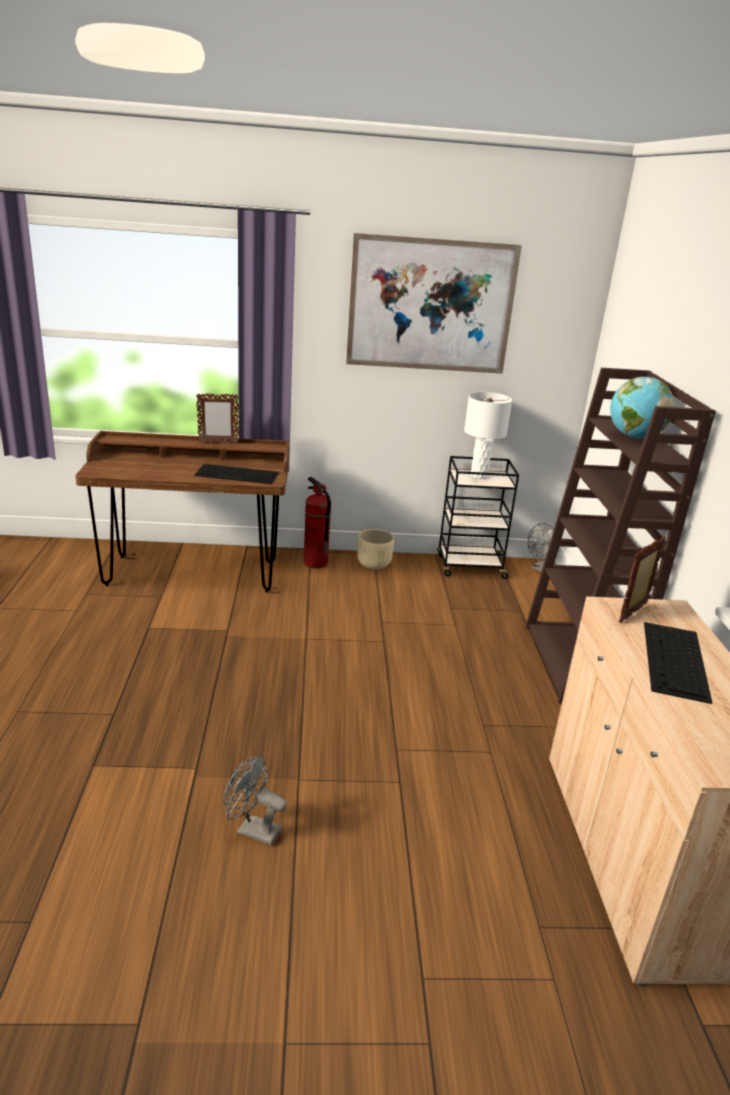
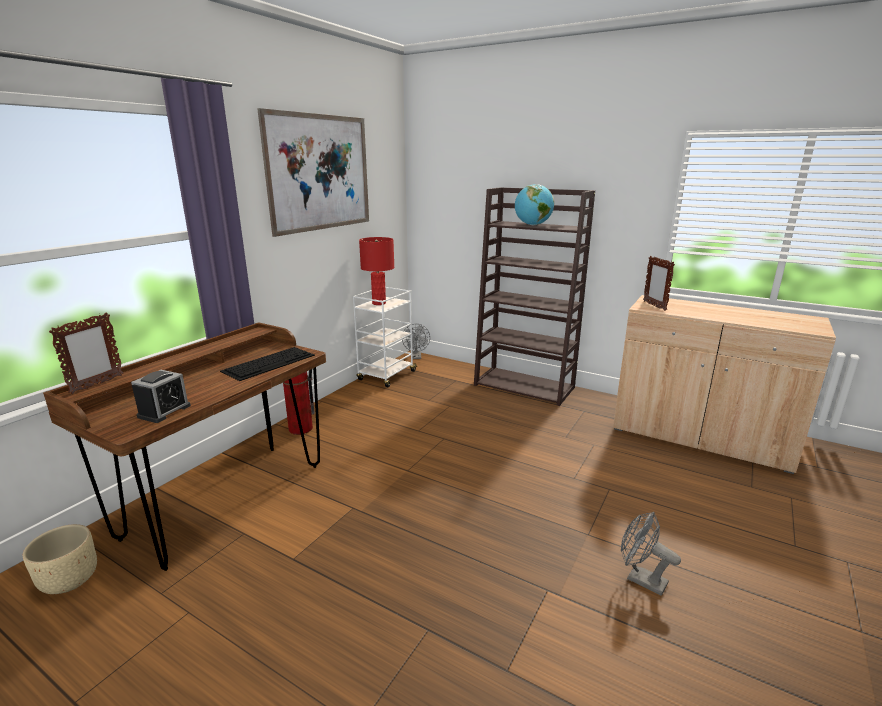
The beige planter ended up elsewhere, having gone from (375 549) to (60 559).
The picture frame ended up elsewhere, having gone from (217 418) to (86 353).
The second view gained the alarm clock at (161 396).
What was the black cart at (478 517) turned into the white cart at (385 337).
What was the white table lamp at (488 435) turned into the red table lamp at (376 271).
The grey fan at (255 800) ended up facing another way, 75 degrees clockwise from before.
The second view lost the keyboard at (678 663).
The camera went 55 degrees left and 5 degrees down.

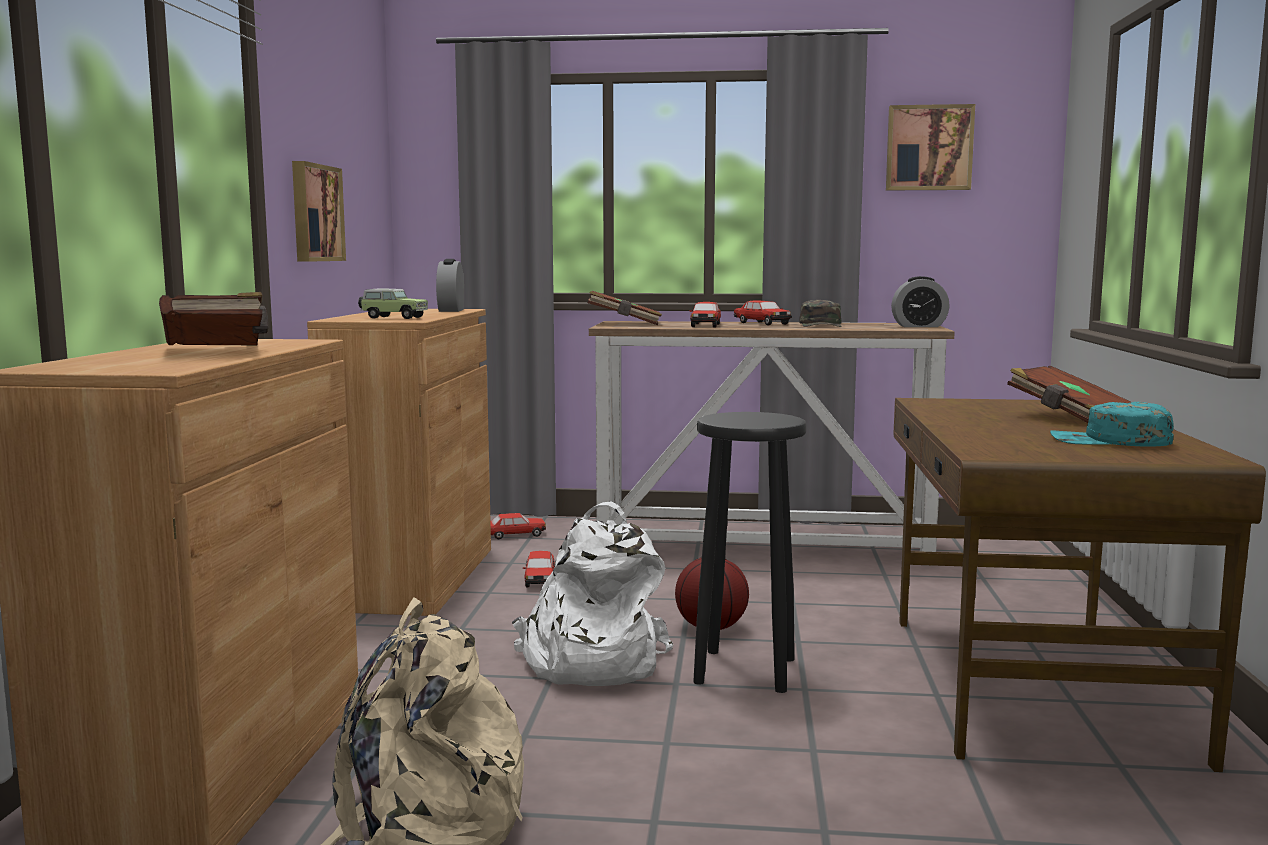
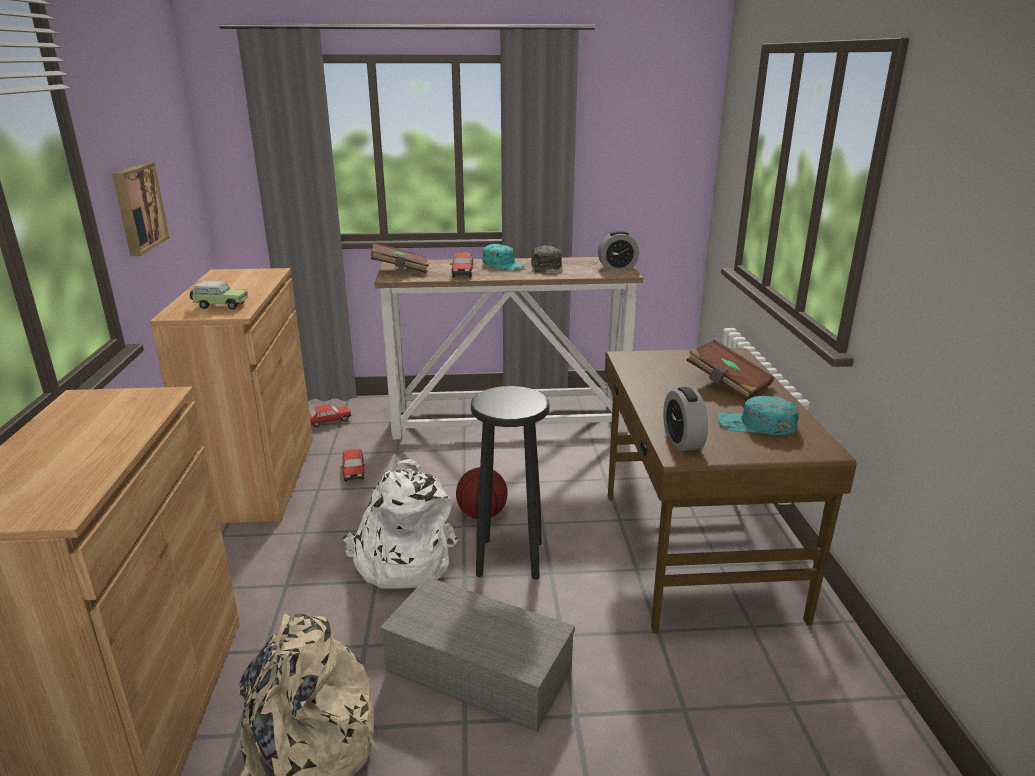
The second view gained the grey storage box at (477 654).
Where the toy car stood at (763 313), the turquoise cap came to stand at (503 257).
The alarm clock ended up elsewhere, having gone from (450 285) to (685 419).
The second view lost the brown book at (213 318).
The second view lost the picture at (930 147).
The camera went 10 degrees left and 15 degrees up.

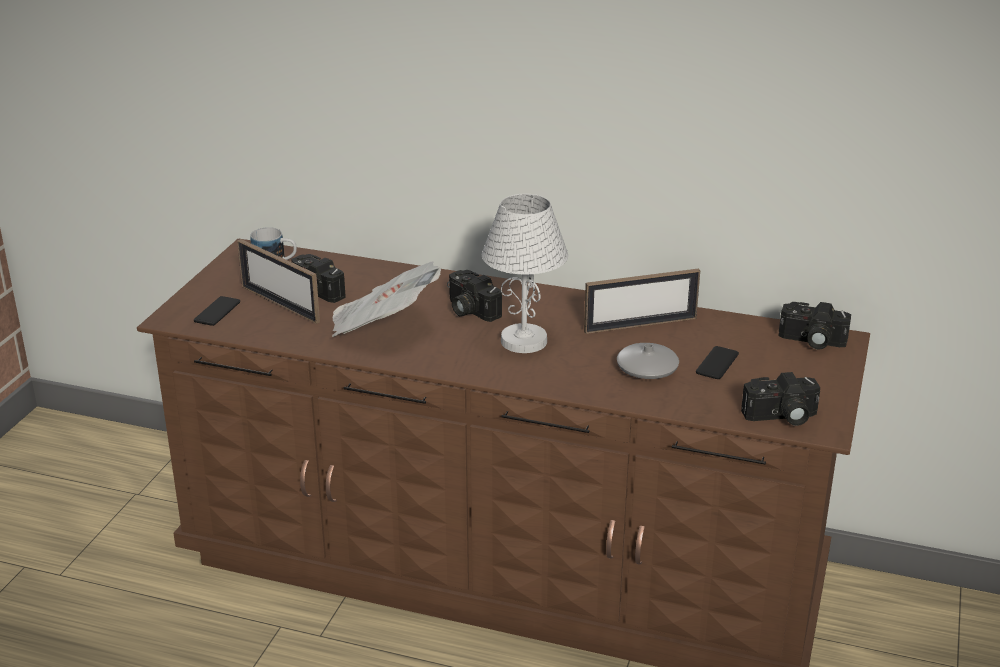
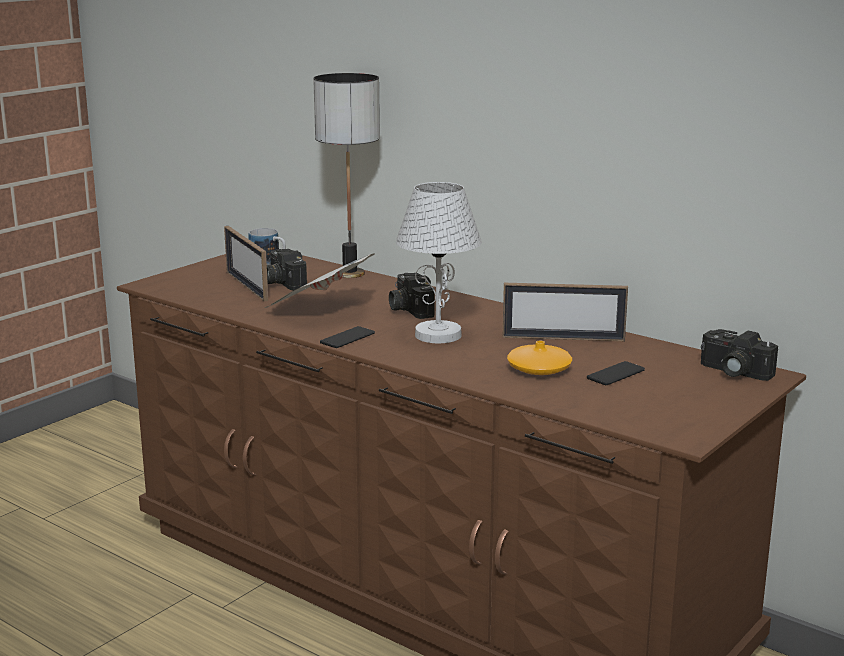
The second view gained the table lamp at (346 175).
The phone ended up elsewhere, having gone from (217 311) to (347 337).
What was the grey vase at (648 361) turned into the orange vase at (539 358).
The second view lost the photo camera at (780 399).
The camera went 20 degrees right and 10 degrees down.

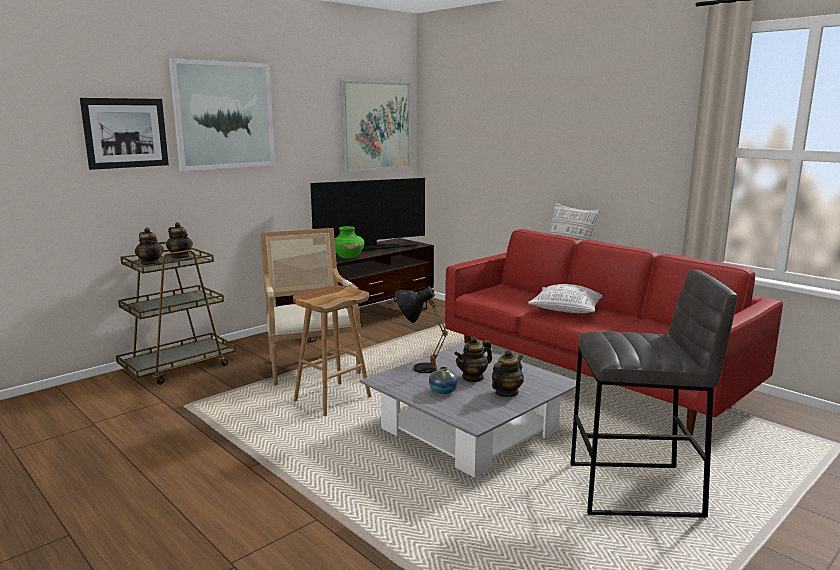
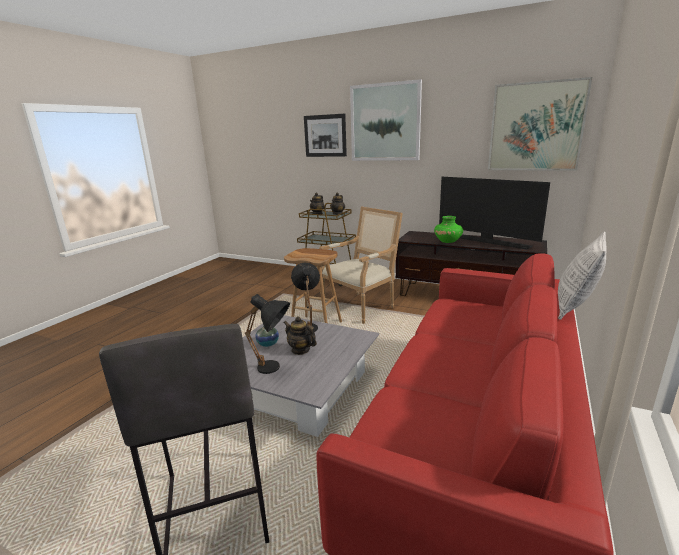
Where the teapot stood at (508 373), the black table lamp came to stand at (267 334).
The second view lost the pillow at (565 298).
The camera went 70 degrees right and 5 degrees up.

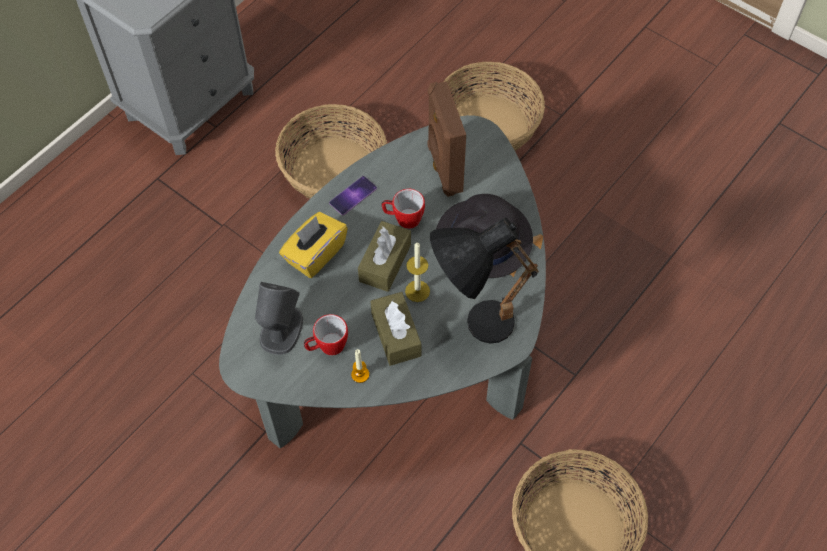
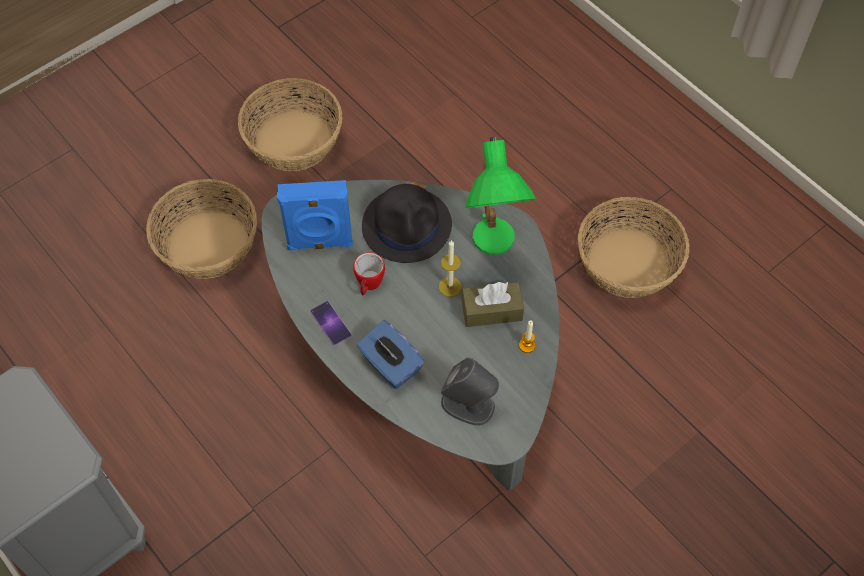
The basket ended up elsewhere, having gone from (331 151) to (290 124).
What was the brown speaker at (446 139) turned into the blue speaker at (315 215).
What was the yellow tissue box at (313 245) turned into the blue tissue box at (390 354).
What was the black table lamp at (484 280) turned into the green table lamp at (500 196).
The second view lost the mug at (326 334).
The second view lost the brown tissue box at (384 256).
The camera went 80 degrees left and 0 degrees up.

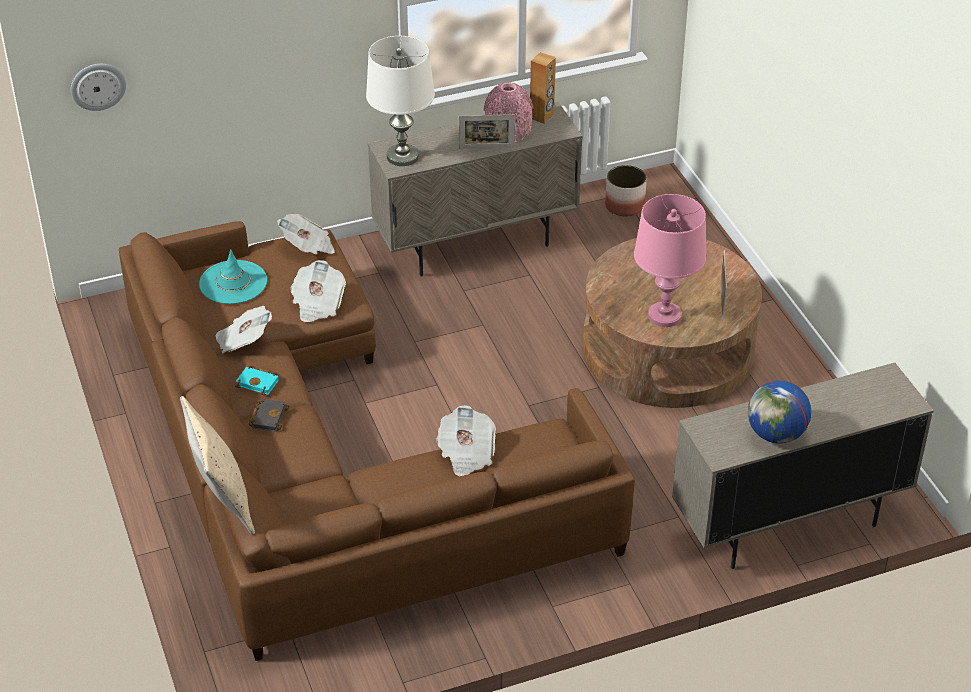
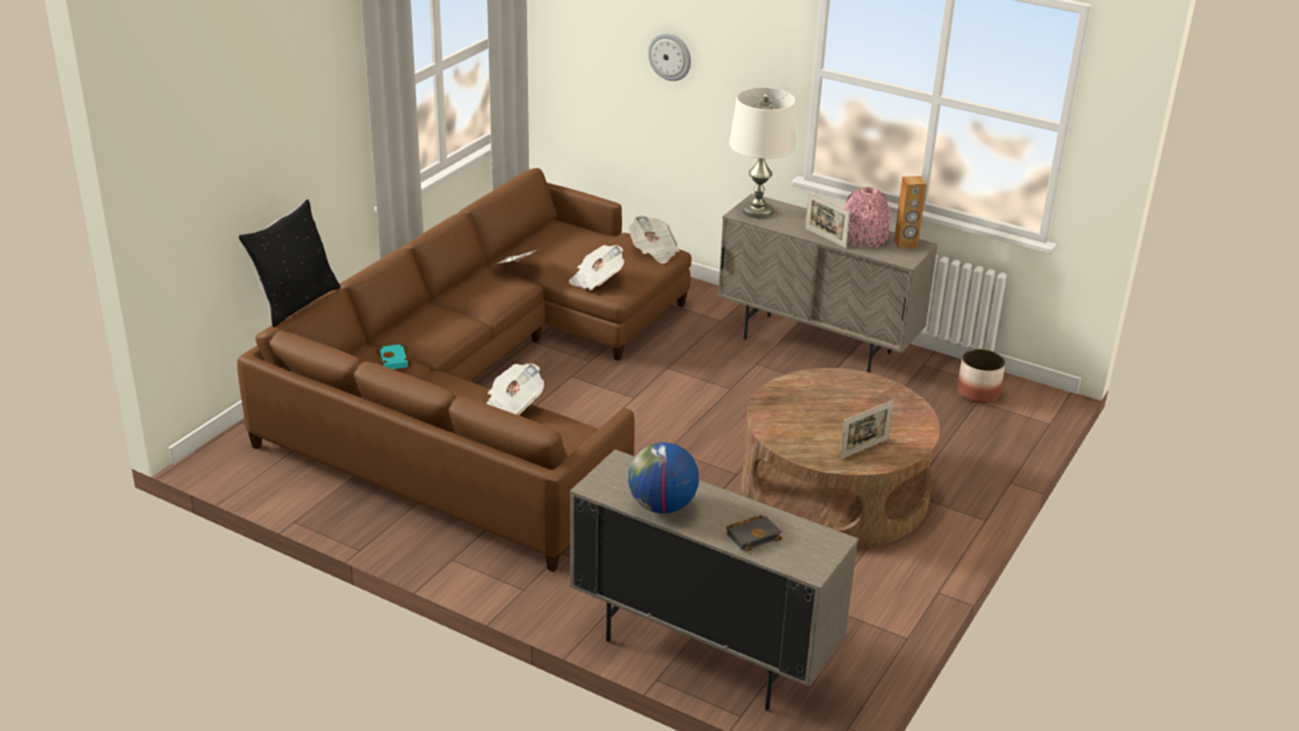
What was the beige pillow at (217 465) turned into the black pillow at (289 263).
The turquoise book ended up elsewhere, having gone from (257 381) to (394 356).
The wall clock ended up elsewhere, having gone from (98 87) to (669 57).
The black book ended up elsewhere, having gone from (269 415) to (754 533).
The second view lost the turquoise hat at (233 276).
The second view lost the pink table lamp at (670 260).
The camera went 50 degrees right and 10 degrees down.

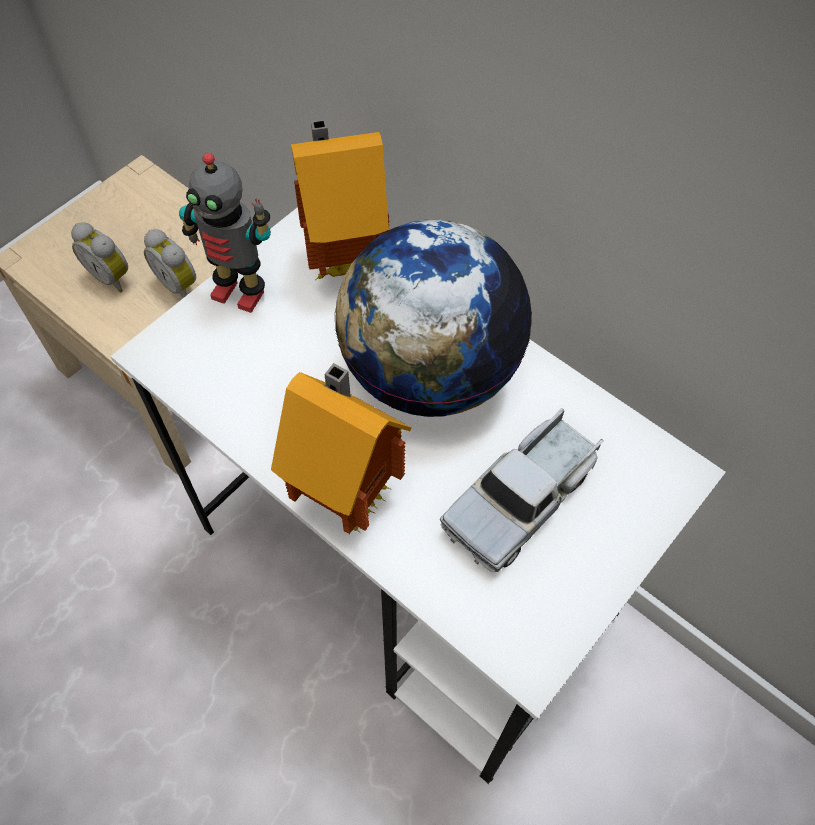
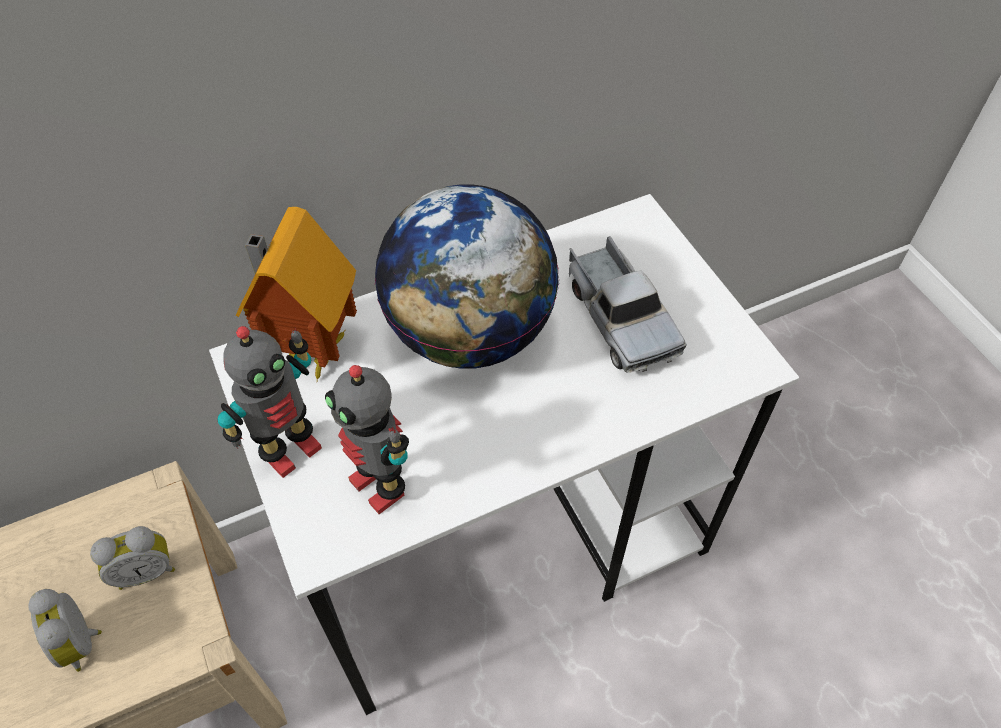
The alarm clock at (99 257) ended up facing another way, 90 degrees clockwise from before.
The second view gained the toy robot at (367 439).
The second view lost the toy house at (341 448).
The camera went 65 degrees left and 5 degrees down.

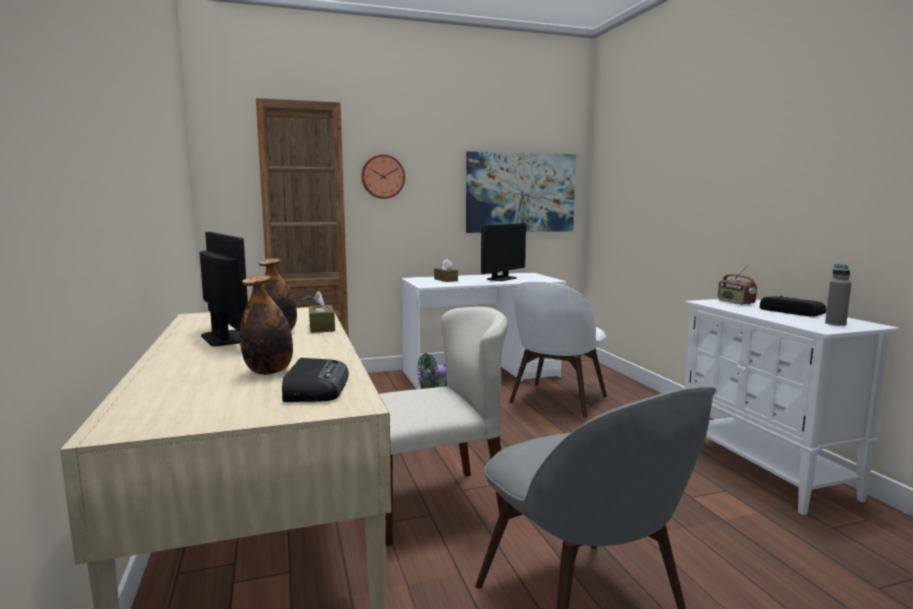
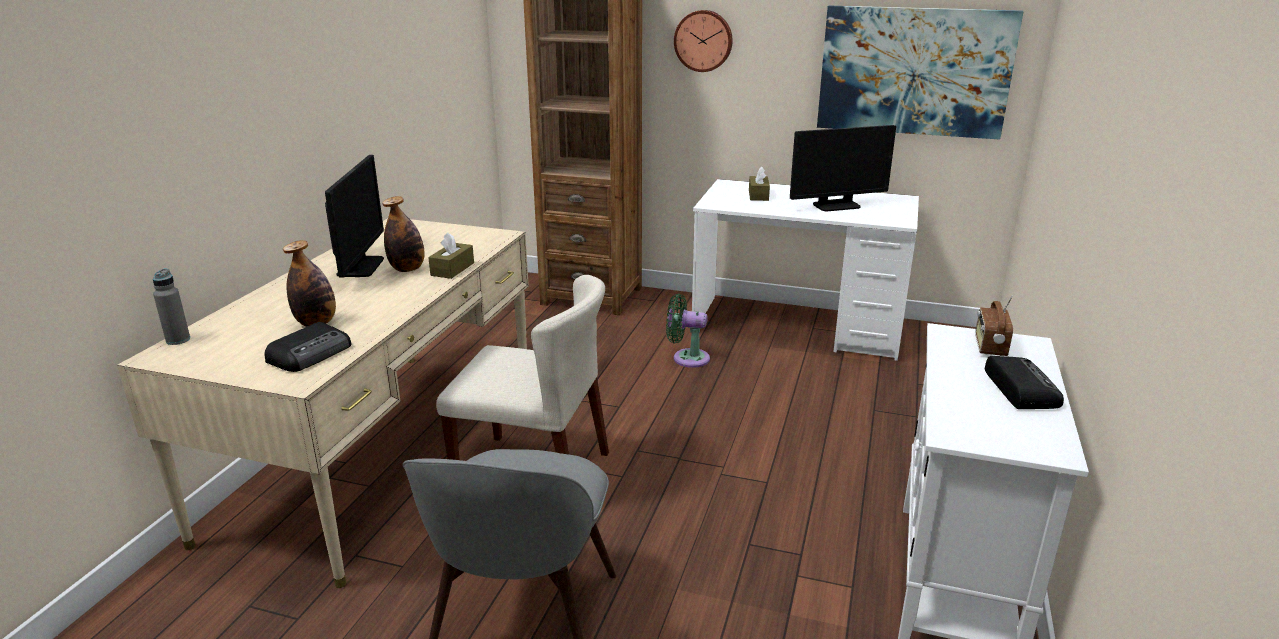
The grey bottle ended up elsewhere, having gone from (838 295) to (171 306).
The second view lost the white chair at (558 349).
The camera went 35 degrees right and 15 degrees up.

